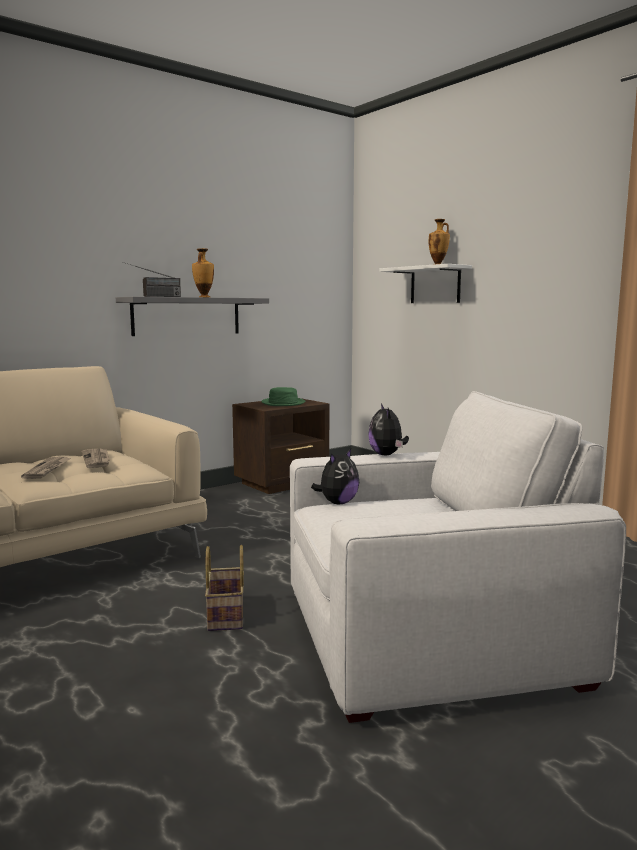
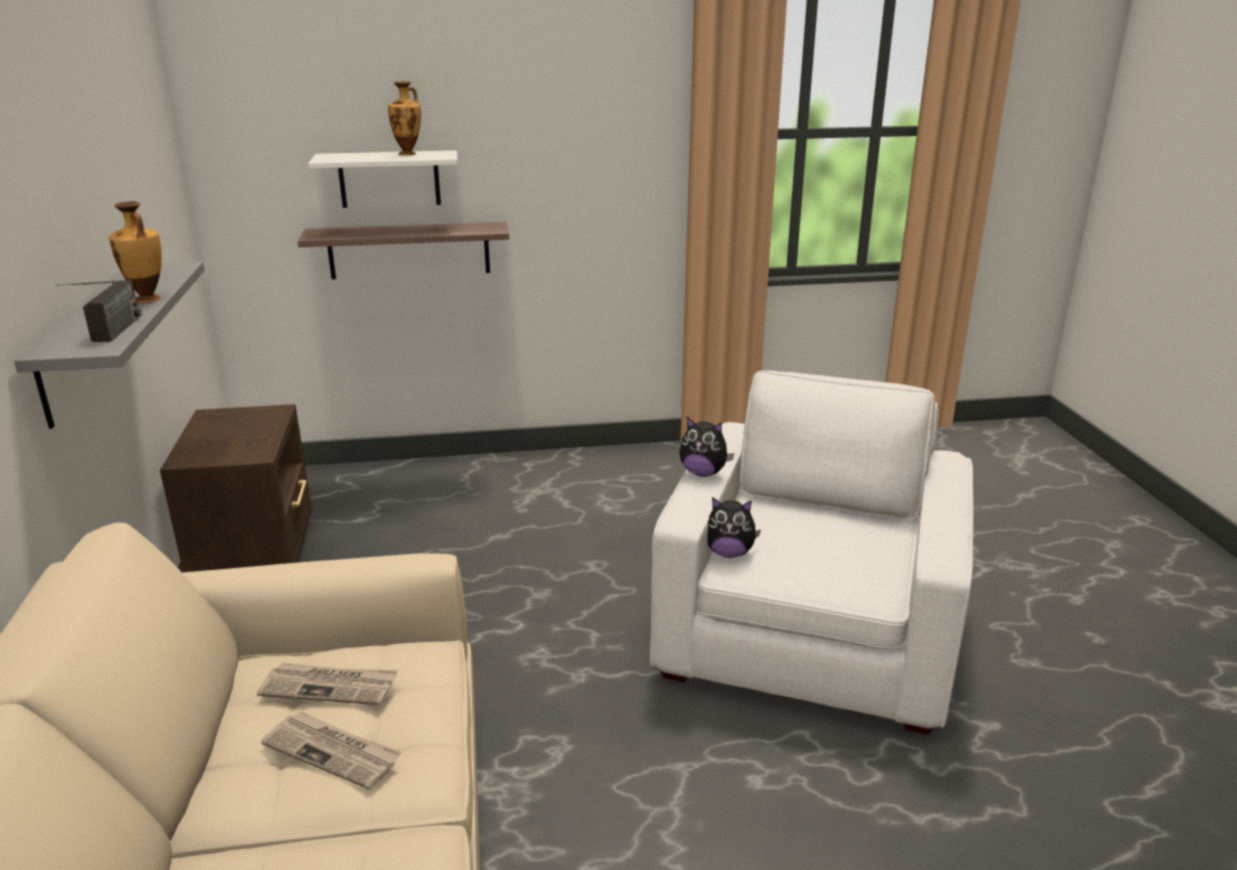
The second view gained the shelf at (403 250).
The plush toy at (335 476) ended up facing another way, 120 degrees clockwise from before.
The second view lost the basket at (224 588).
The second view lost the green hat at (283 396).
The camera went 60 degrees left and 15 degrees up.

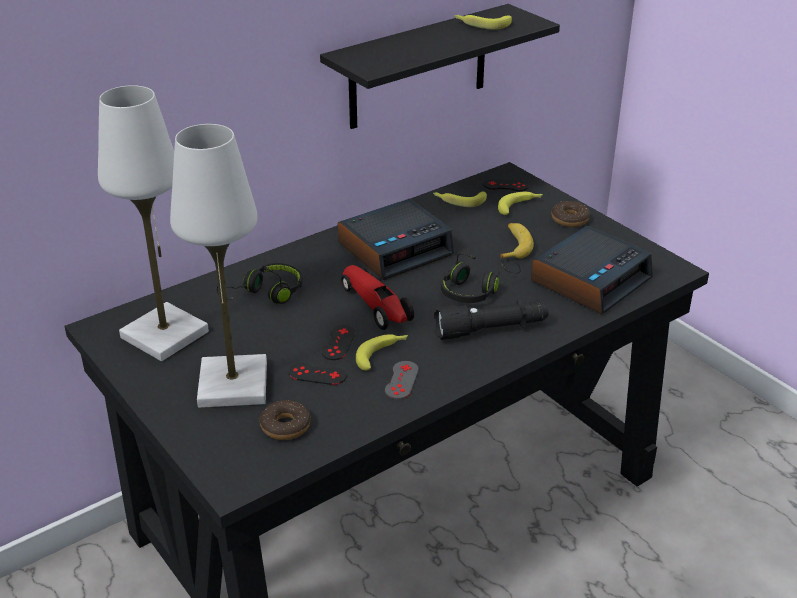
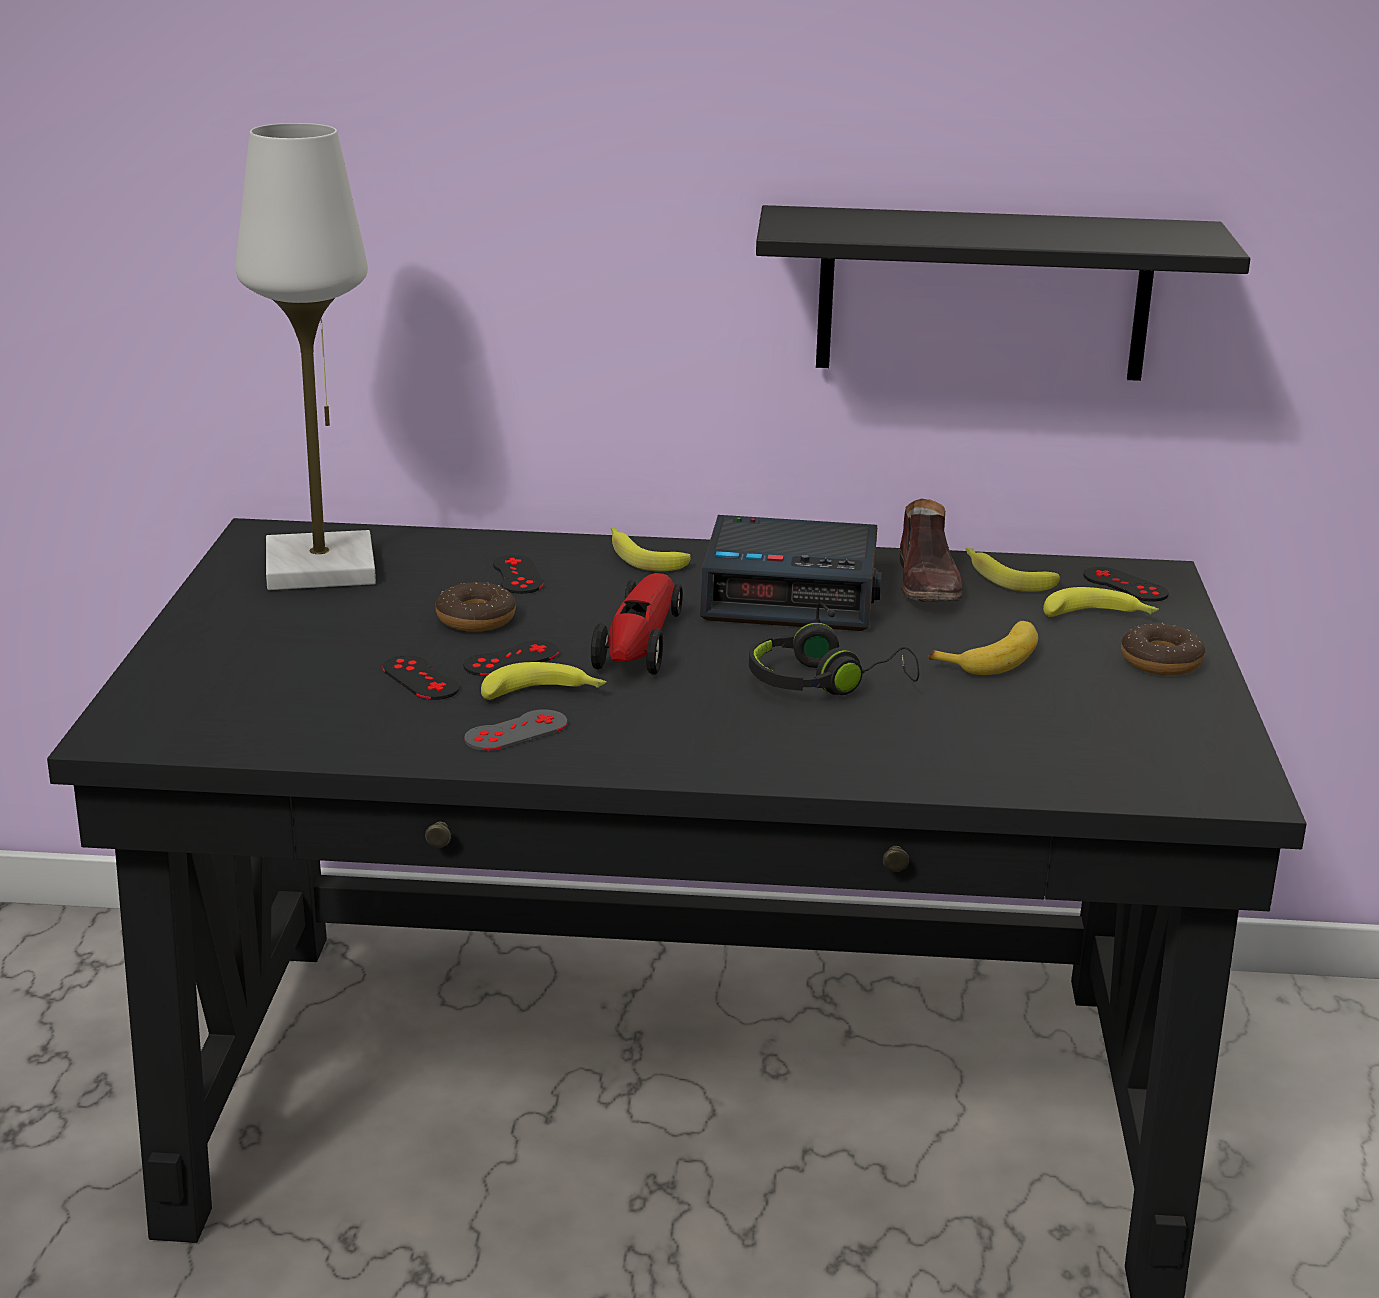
The donut ended up elsewhere, having gone from (285 420) to (476 607).
Where the black headphones stood at (260 283), the black game controller came to stand at (518 574).
The banana ended up elsewhere, having gone from (483 22) to (650 549).
The second view gained the brown shoe at (931 551).
The second view lost the white table lamp at (218 266).
The second view lost the black flashlight at (491 320).
The second view lost the alarm clock at (592 270).
The camera went 40 degrees right and 10 degrees down.

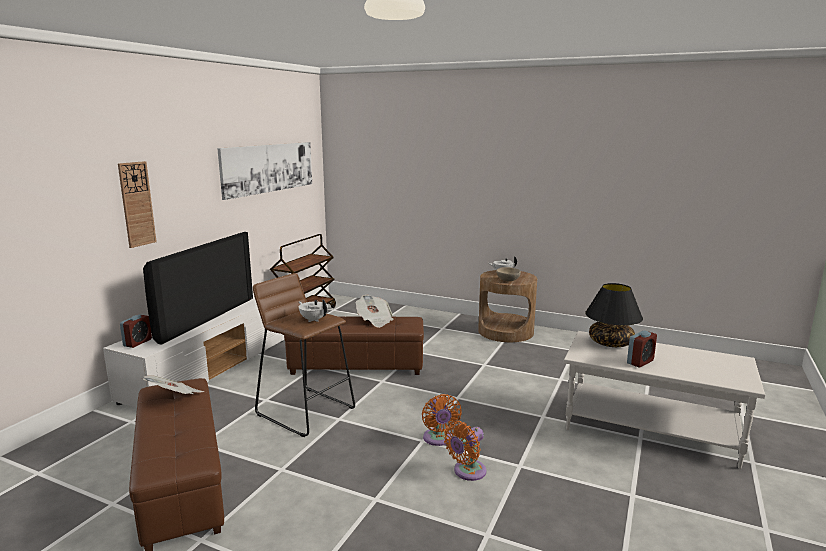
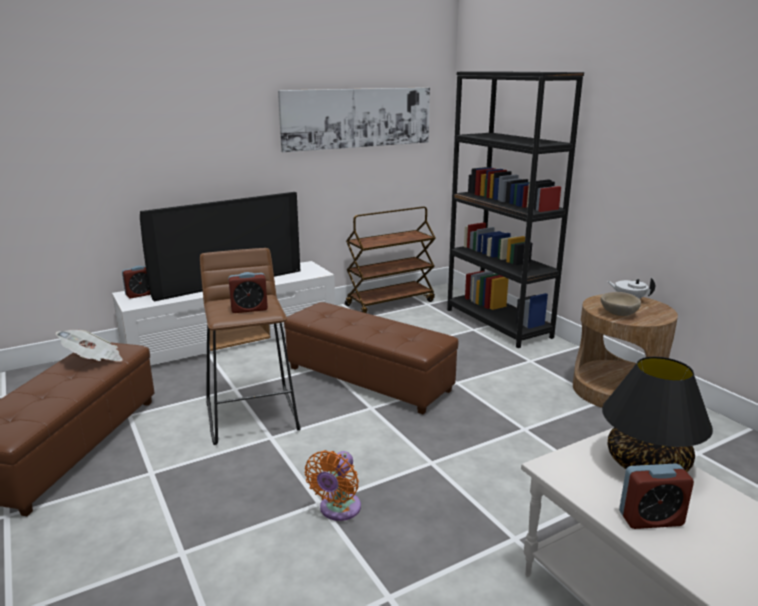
Where the white teapot stood at (313 310), the alarm clock came to stand at (248 292).
The second view gained the black bookcase at (515 209).
The second view lost the wall clock at (137 204).
The second view lost the newspaper at (375 311).
The second view lost the orange fan at (465 451).
The camera went 35 degrees right and 5 degrees up.

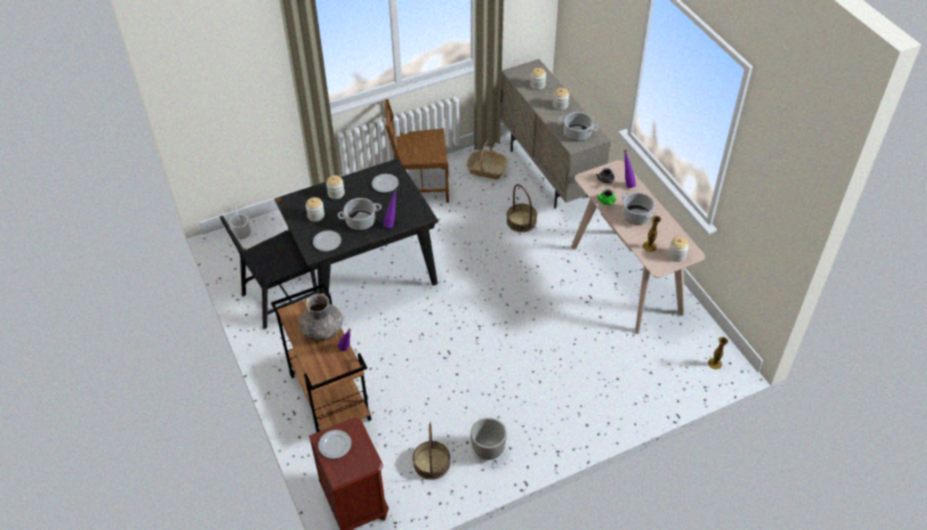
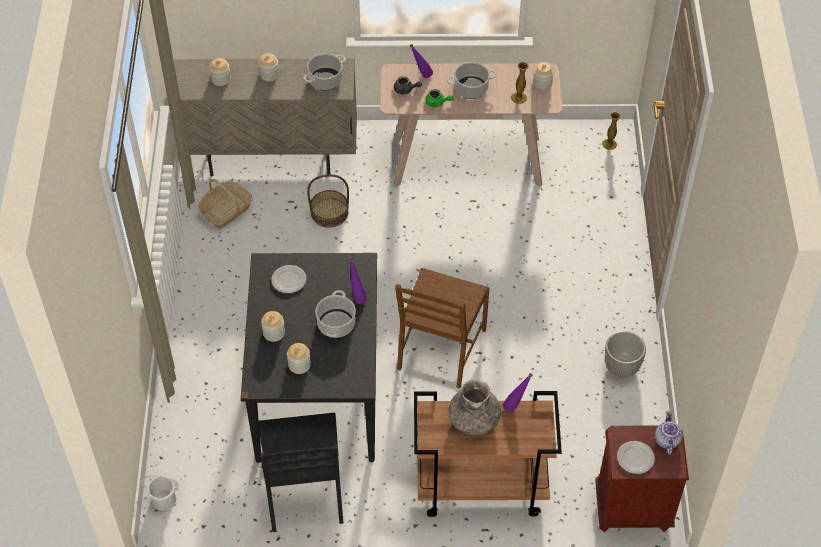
The brown chair ended up elsewhere, having gone from (417 151) to (442 328).
The second view gained the teapot at (669 433).
The second view lost the plate at (327 240).
The second view lost the basket at (431 452).
The camera went 65 degrees left and 5 degrees up.

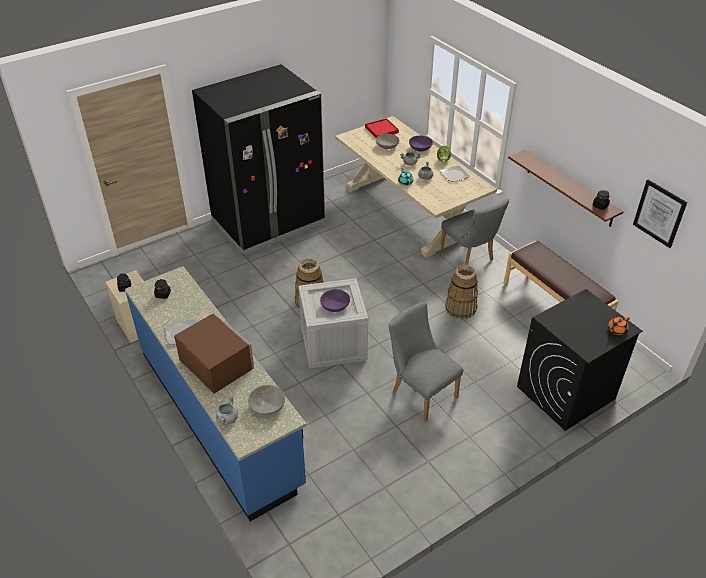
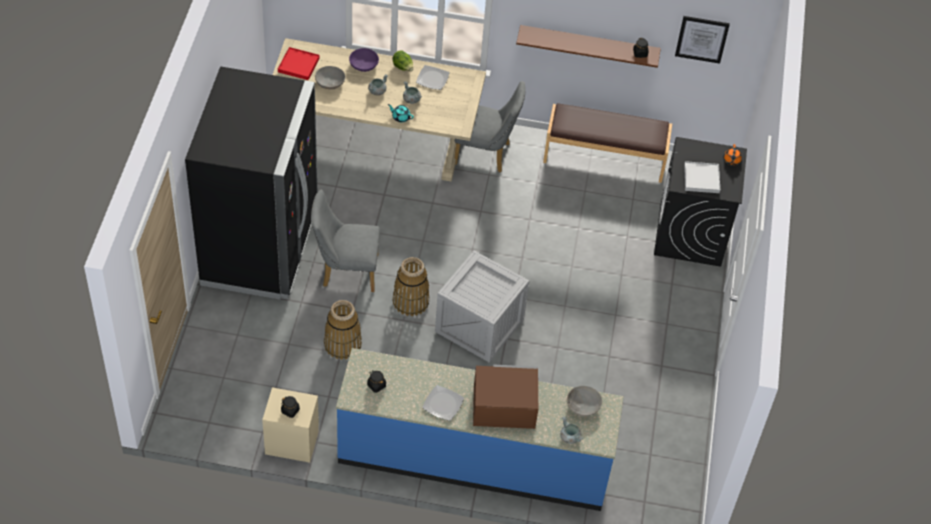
The grey chair ended up elsewhere, having gone from (425 362) to (345 241).
The basket ended up elsewhere, having gone from (461 292) to (343 330).
The second view gained the white tray at (702 177).
The second view lost the purple bowl at (335 300).
The camera went 50 degrees left and 10 degrees up.

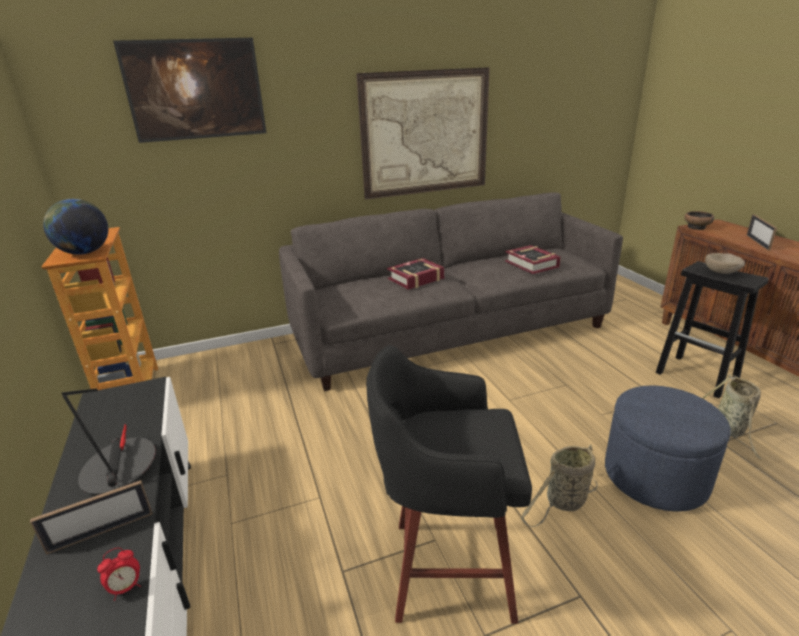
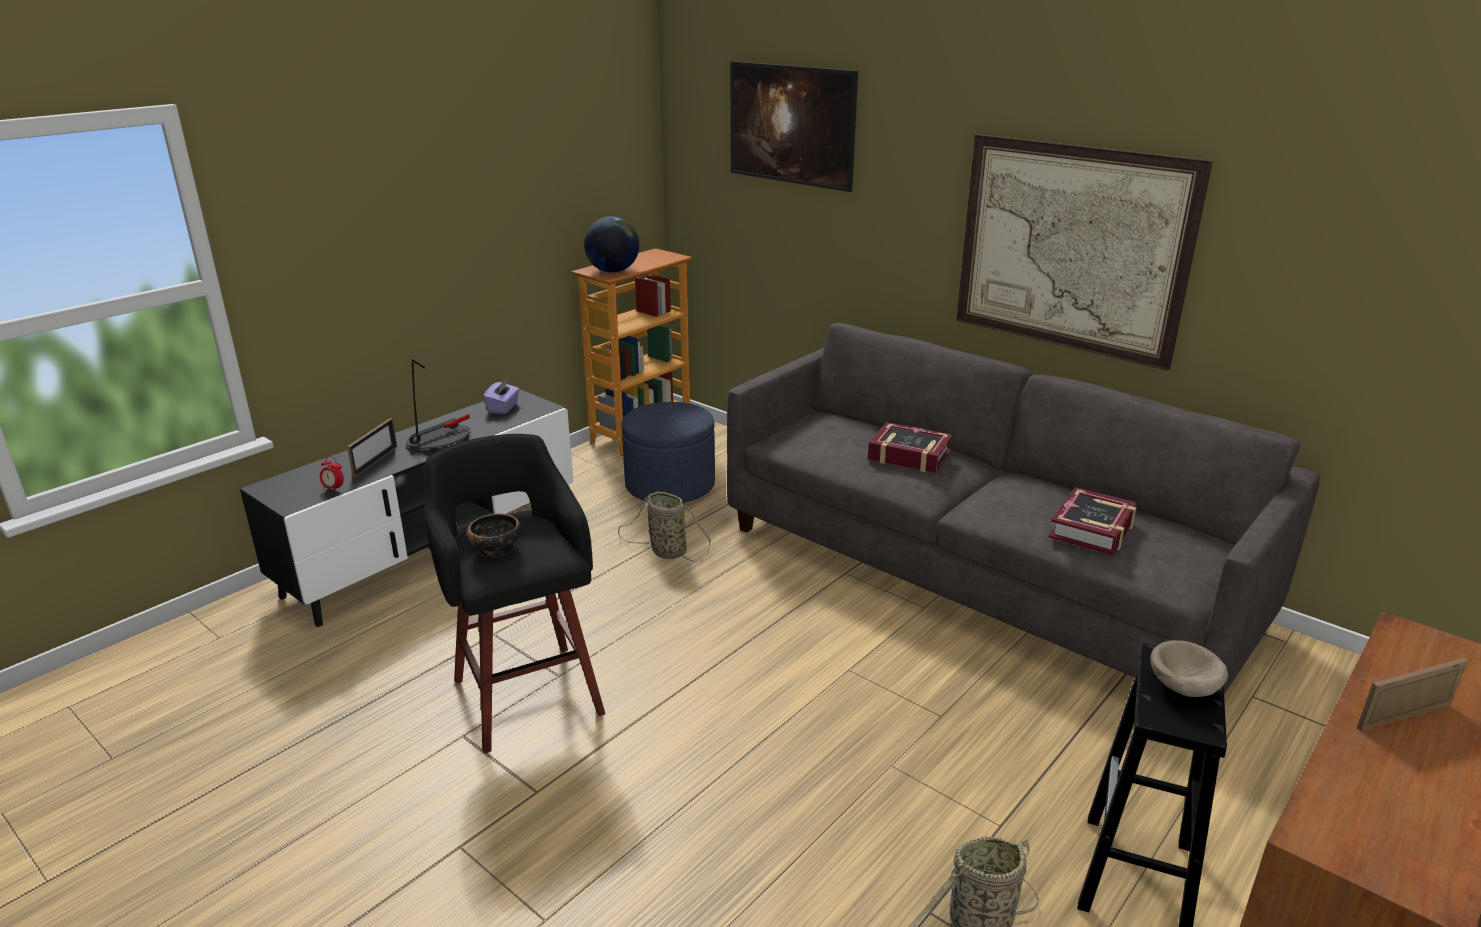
The picture frame at (91 517) ended up facing another way, 105 degrees counterclockwise from before.
The bowl ended up elsewhere, having gone from (699 220) to (494 535).
The second view gained the purple tissue box at (501 396).
The basket ended up elsewhere, having gone from (559 485) to (664 527).
The blue ottoman ended up elsewhere, having gone from (668 448) to (668 452).
The camera went 60 degrees right and 0 degrees up.

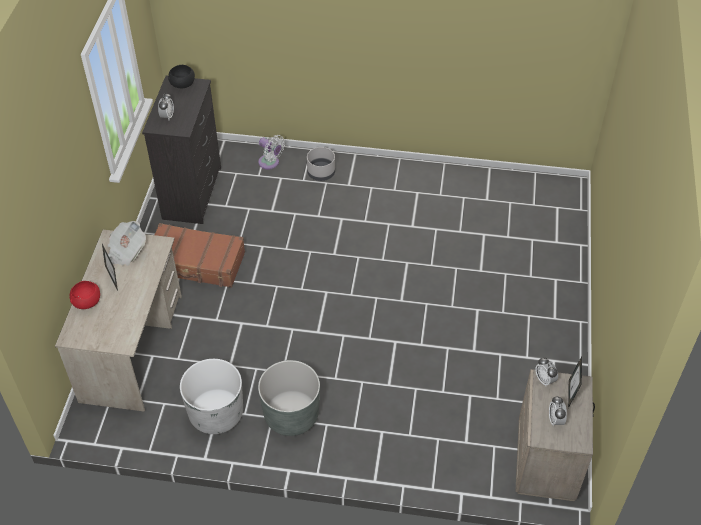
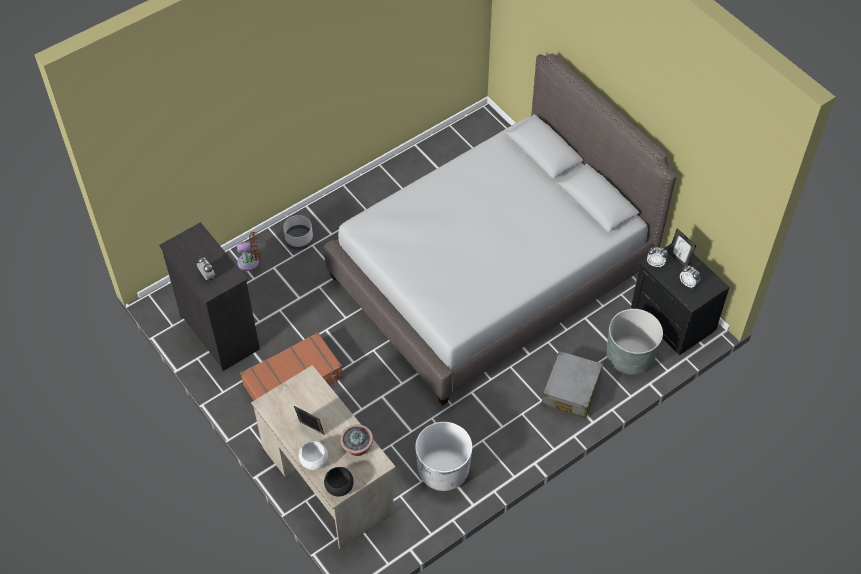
What was the white fan at (271 152) turned into the brown fan at (248 251).
What was the red bowl at (85 295) turned into the white bowl at (313 455).
The second view gained the grey bed at (500 229).
The black bowl ended up elsewhere, having gone from (181 76) to (339 482).
The second view gained the potted plant at (356 440).
The second view gained the grey suitcase at (572 385).
The grey planter ended up elsewhere, having gone from (289 398) to (635 342).
What was the beige nightstand at (555 435) turned into the black nightstand at (680 299).
The second view lost the newspaper at (126 243).
The camera went 45 degrees left and 5 degrees up.

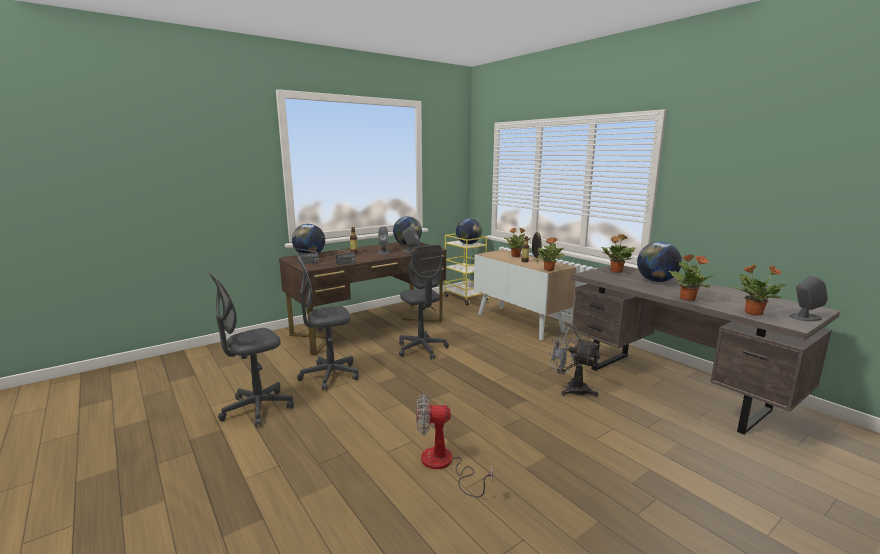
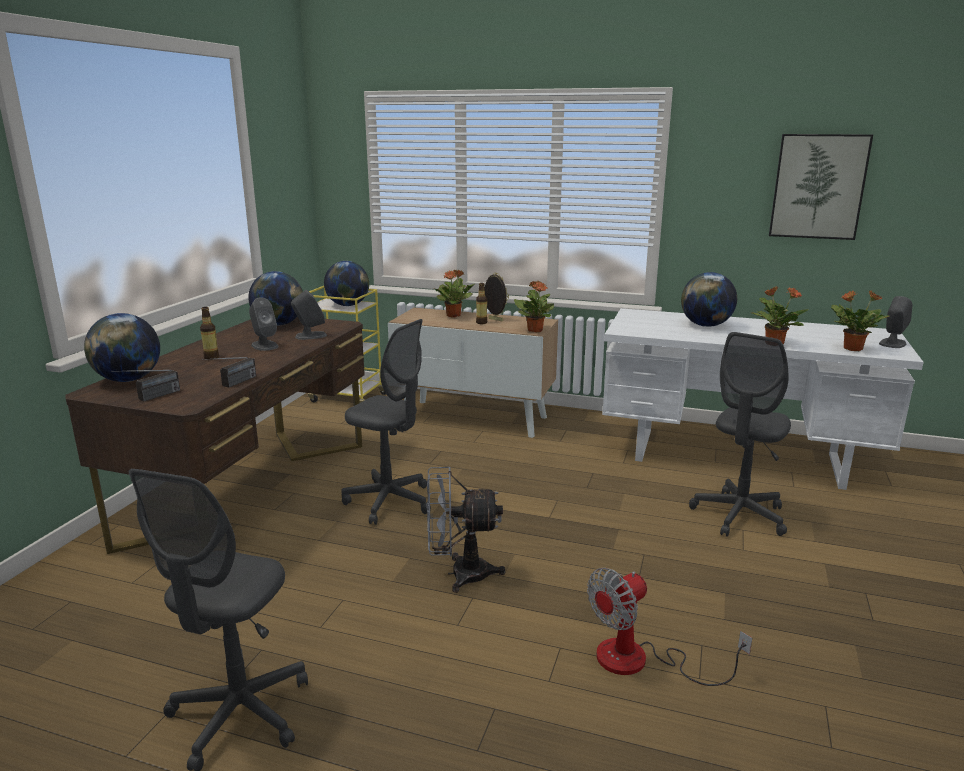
The grey fan ended up elsewhere, having gone from (575 359) to (466 530).
What was the brown desk at (705 350) turned into the white desk at (763 399).
The grey office chair ended up elsewhere, having gone from (328 322) to (740 434).
The second view gained the picture at (821 187).
The second view lost the potted plant at (618 253).
The camera went 35 degrees left and 5 degrees up.

